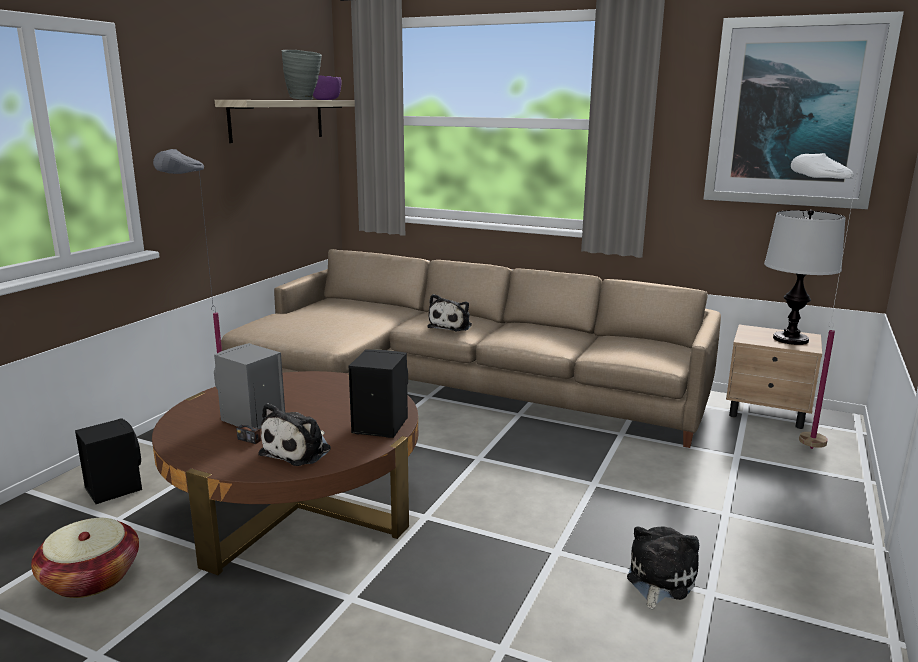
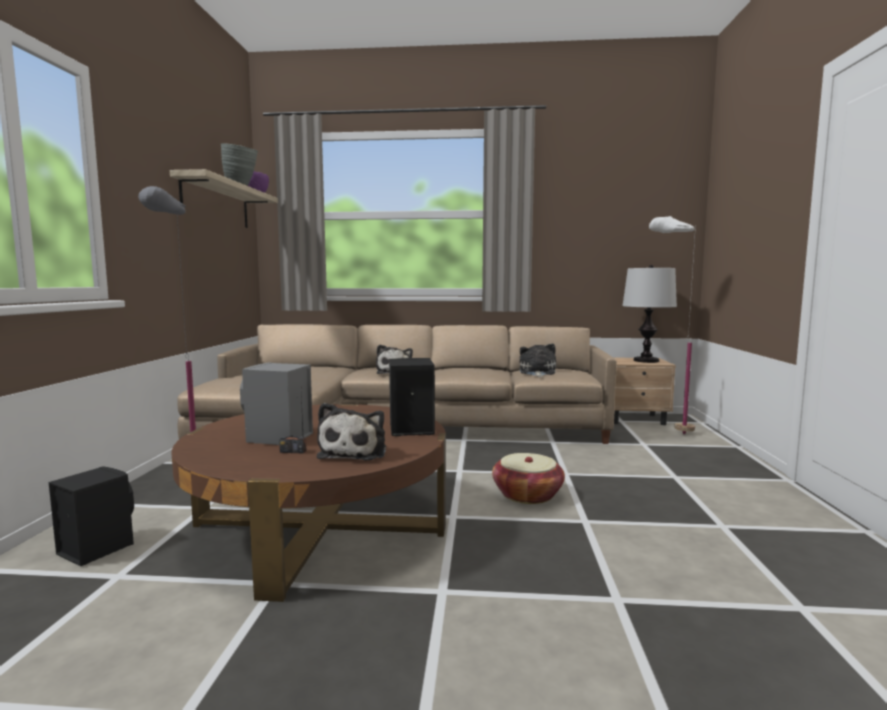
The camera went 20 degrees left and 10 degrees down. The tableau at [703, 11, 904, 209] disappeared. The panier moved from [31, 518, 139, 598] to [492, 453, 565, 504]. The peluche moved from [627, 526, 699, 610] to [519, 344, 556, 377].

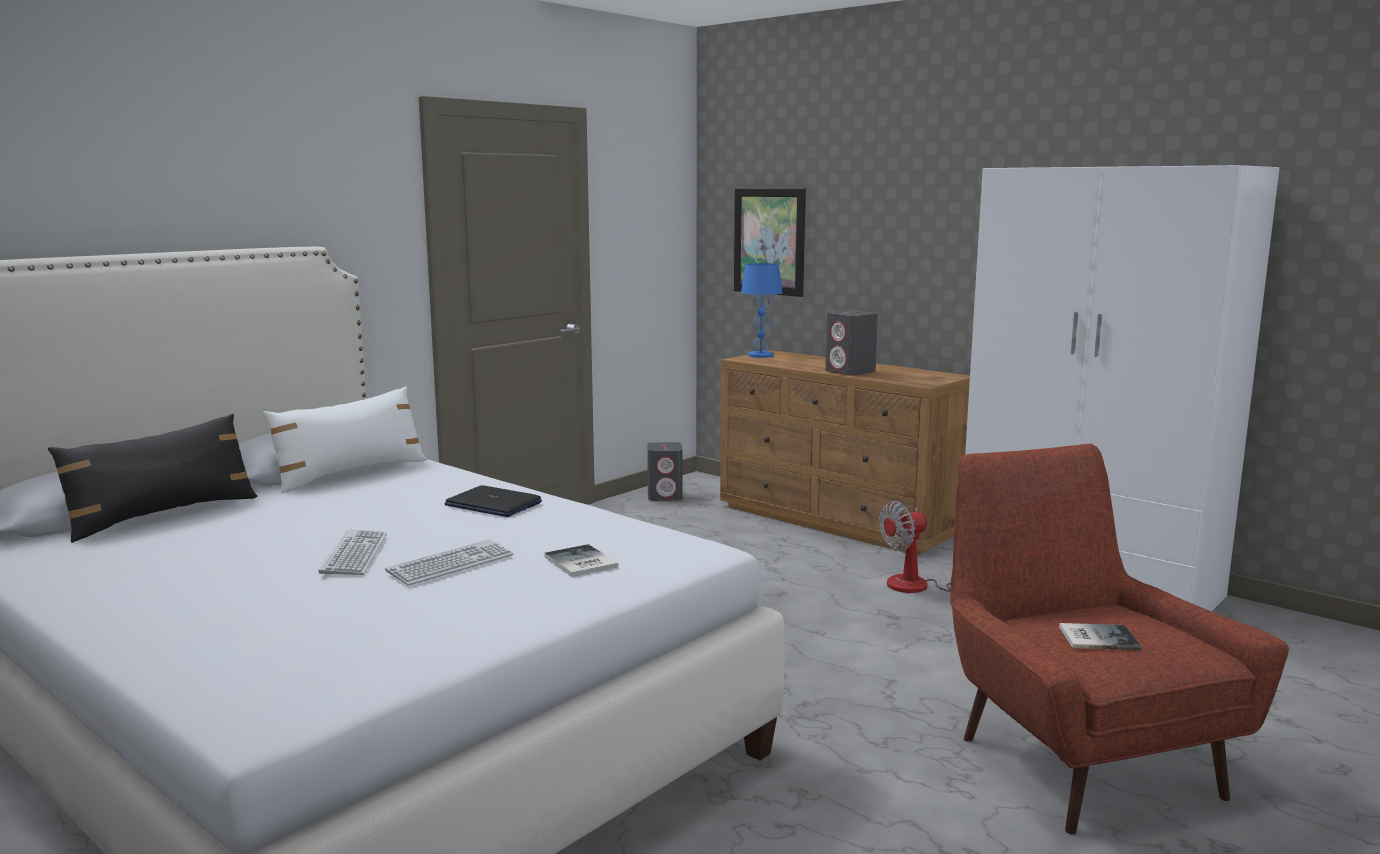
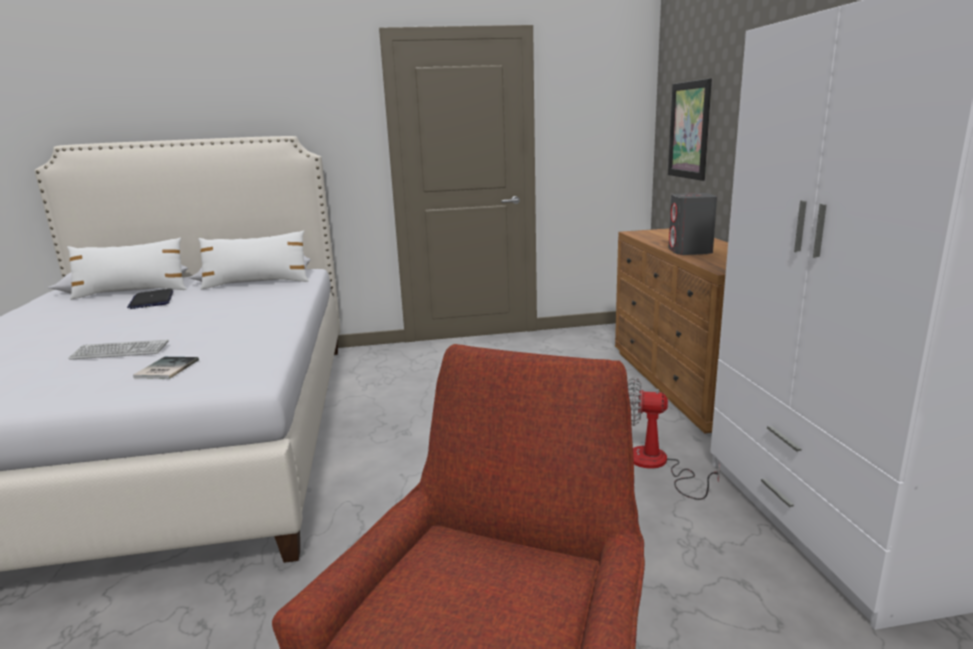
The camera went 40 degrees right and 5 degrees up. The clavier at [318, 530, 387, 575] disappeared. The enceinte/gris at [647, 442, 683, 501] disappeared. The lampe de table/bleu at [741, 263, 782, 358] disappeared. The livre at [1059, 623, 1141, 650] disappeared. The ordinateur portable moved from [444, 485, 542, 517] to [127, 289, 173, 309]. The coussin/noir at [48, 413, 258, 543] became the coussin/blanc at [67, 237, 187, 300].

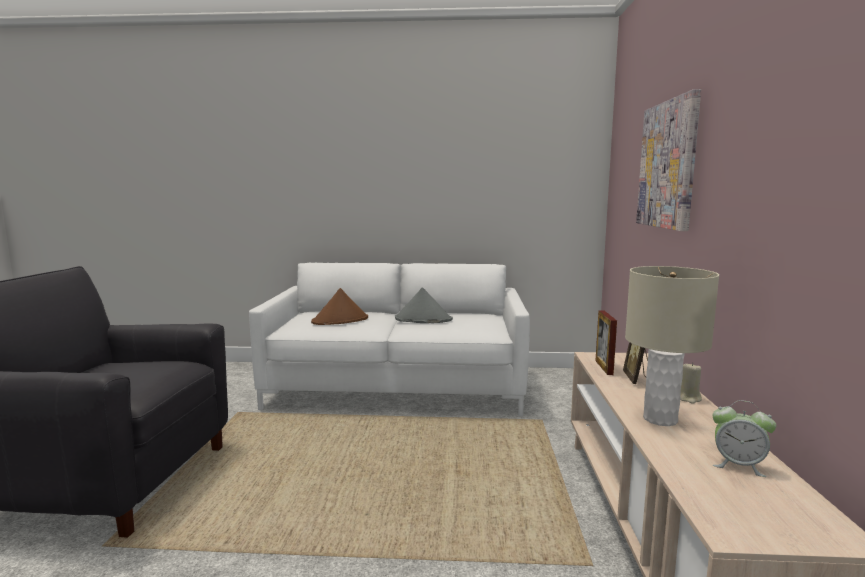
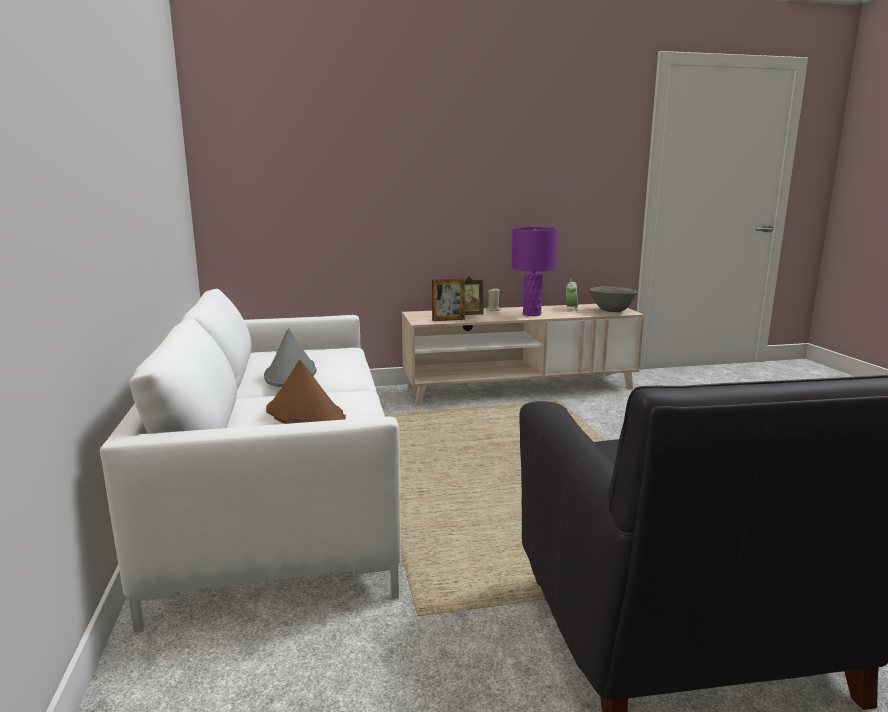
The camera went 105 degrees left and 5 degrees up. The tableau at [636, 89, 701, 231] disappeared. The bol/gris at [590, 286, 638, 312] appeared. The lampe de table/beige at [625, 266, 719, 426] became the lampe de table/violet at [511, 227, 558, 316].

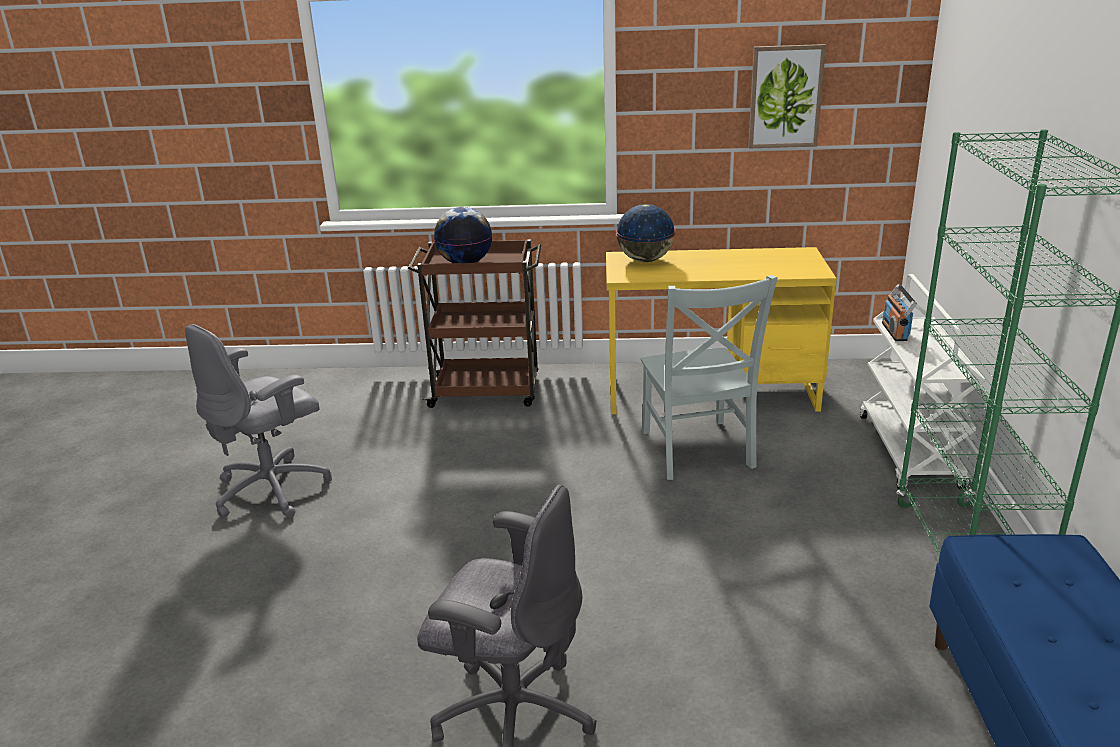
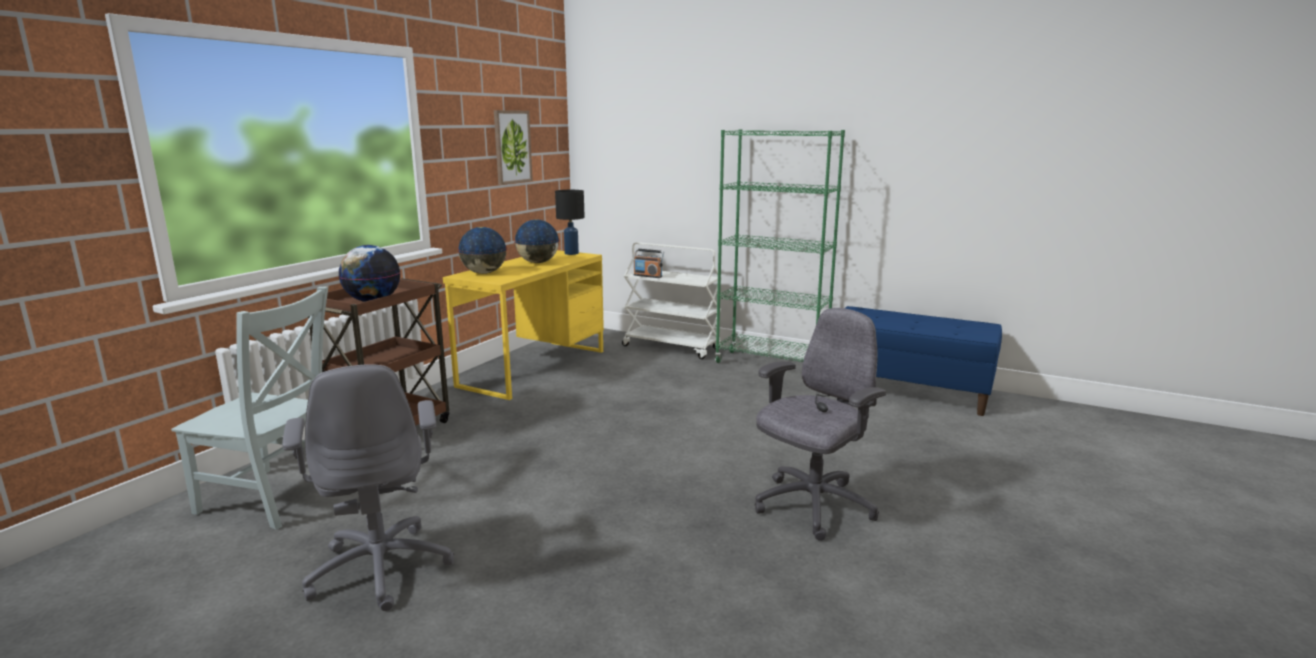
The camera went 65 degrees left and 10 degrees down. The globe at [514, 220, 560, 263] appeared. The lampe de table/noir at [555, 190, 585, 255] appeared. The chaise/gris moved from [641, 275, 778, 480] to [171, 287, 328, 530].

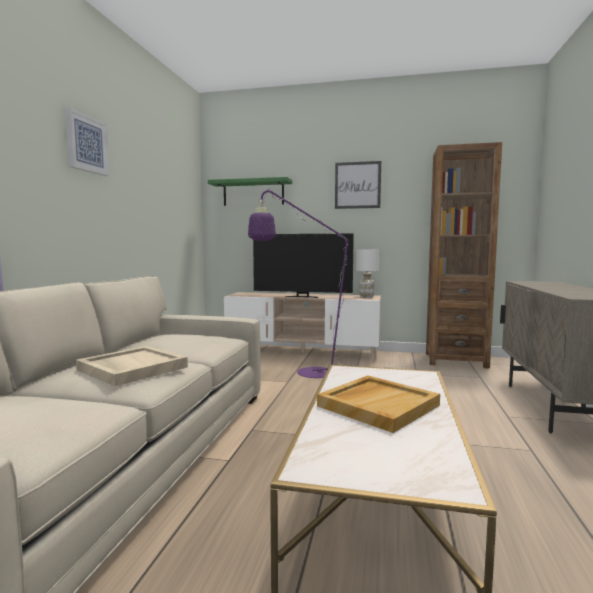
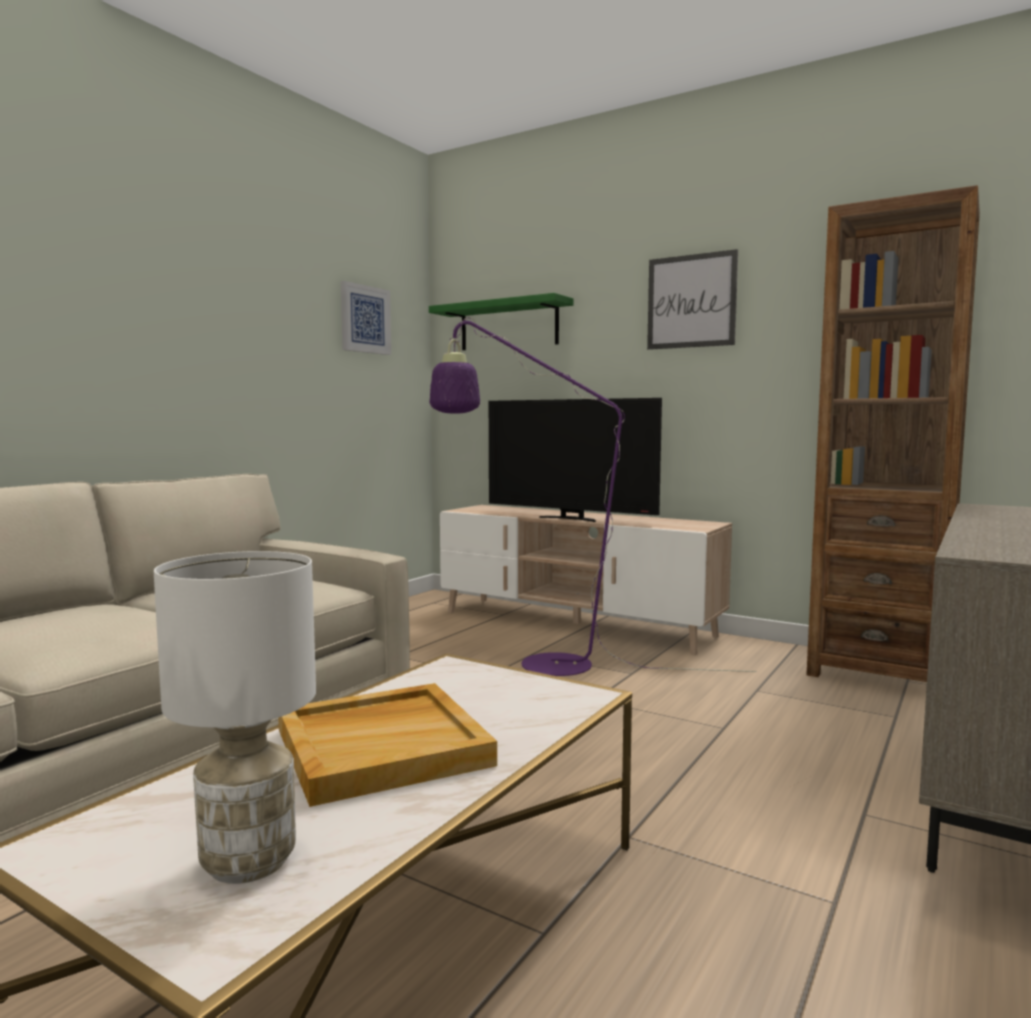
The camera went 20 degrees right and 0 degrees up. The plateau/beige at [76, 346, 188, 386] disappeared. The tableau moved from [65, 107, 109, 176] to [341, 281, 391, 355]. The lampe de table/blanc moved from [356, 249, 379, 298] to [154, 551, 316, 884].

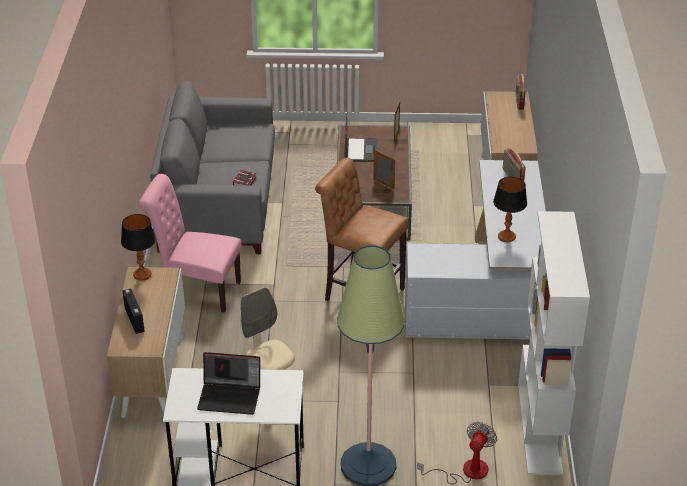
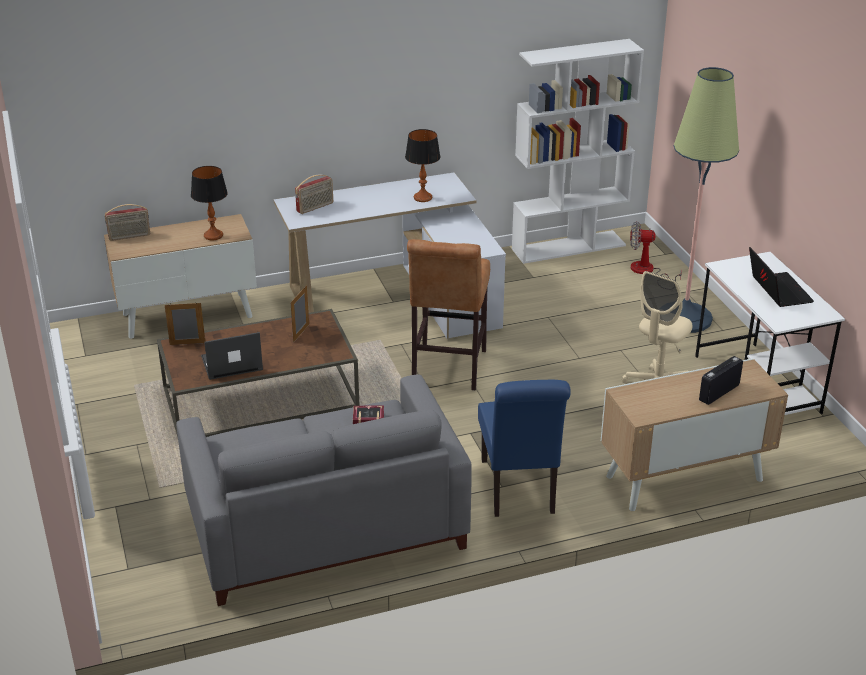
The camera went 110 degrees left and 5 degrees down. The lampe de table moved from [121, 214, 156, 281] to [191, 166, 228, 240]. The chaise/rose at [138, 174, 241, 313] became the chaise/bleu at [478, 380, 571, 517].

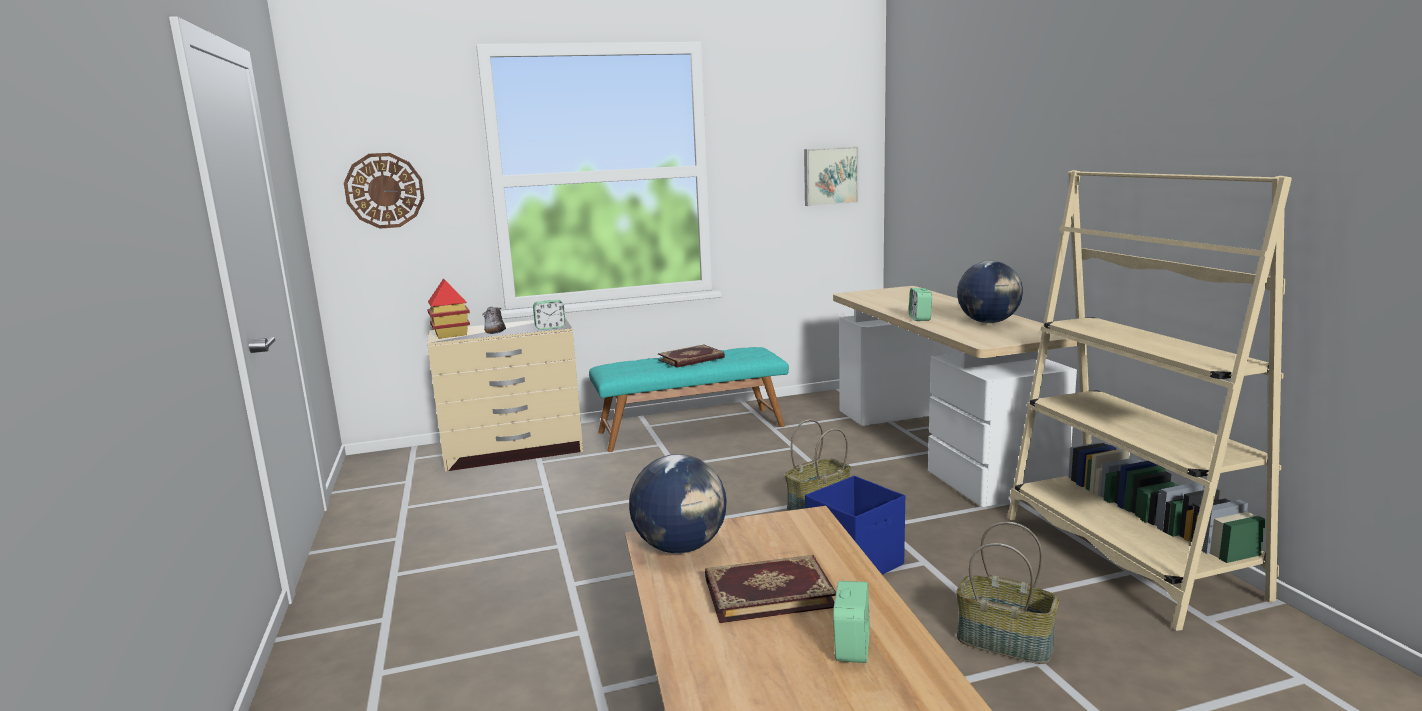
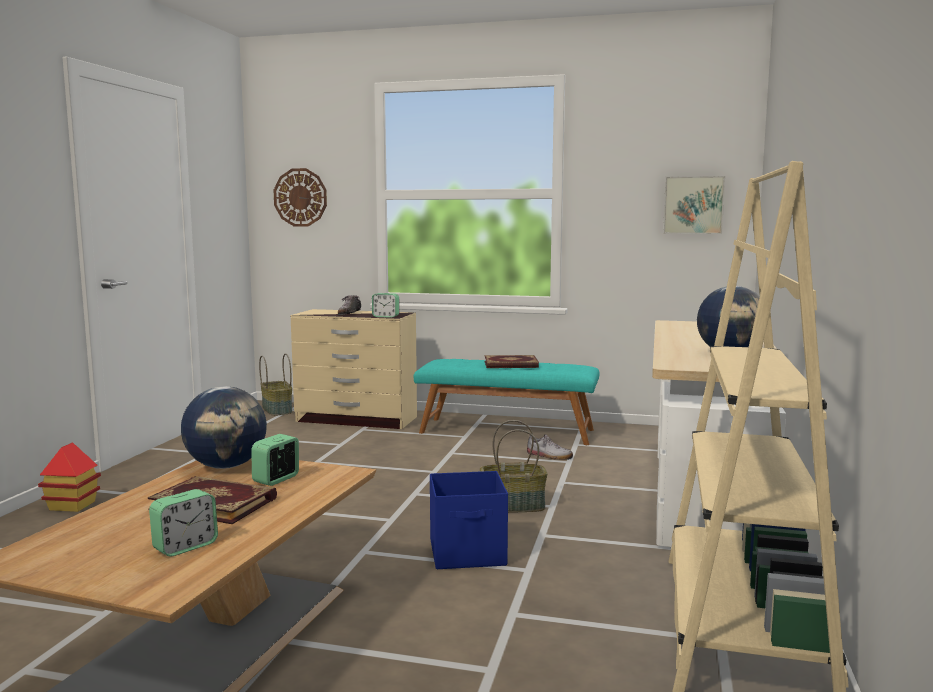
The camera went 30 degrees right and 5 degrees down. The chaussure at [527, 434, 573, 460] appeared. The maison miniature moved from [427, 278, 470, 339] to [38, 442, 101, 512]. The réveil moved from [909, 288, 932, 321] to [251, 434, 299, 486]. The panier moved from [956, 522, 1060, 664] to [259, 353, 292, 416].

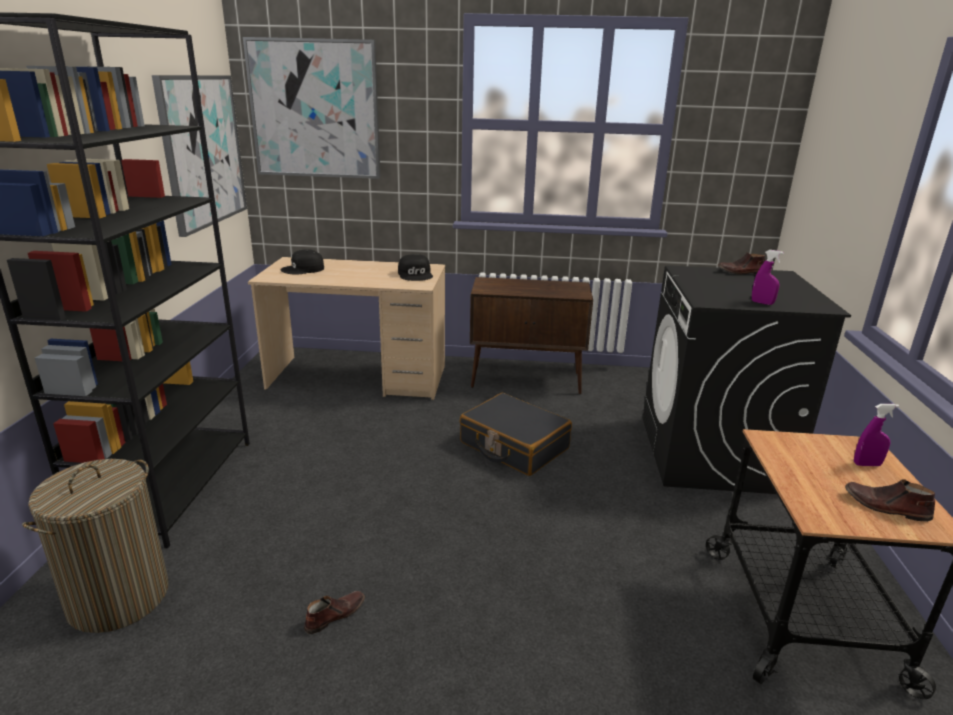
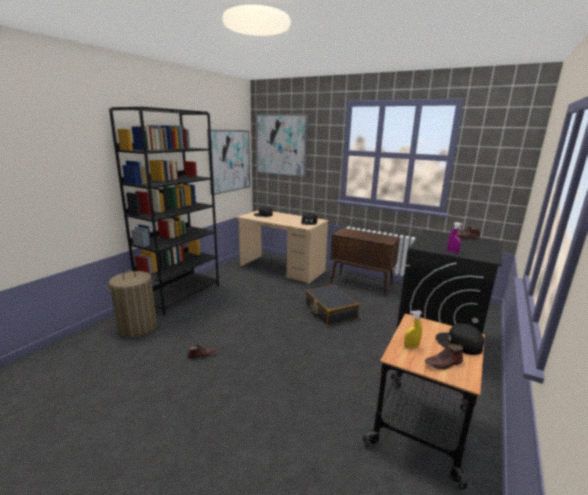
The camera went 25 degrees right and 5 degrees down. The vaporisateur/jaune at [404, 310, 422, 348] appeared. The vaporisateur/violet at [854, 404, 899, 466] was replaced by the casquette/noir at [436, 324, 484, 355]. The chaussure/marron at [845, 479, 935, 522] turned 75 degrees counterclockwise.

